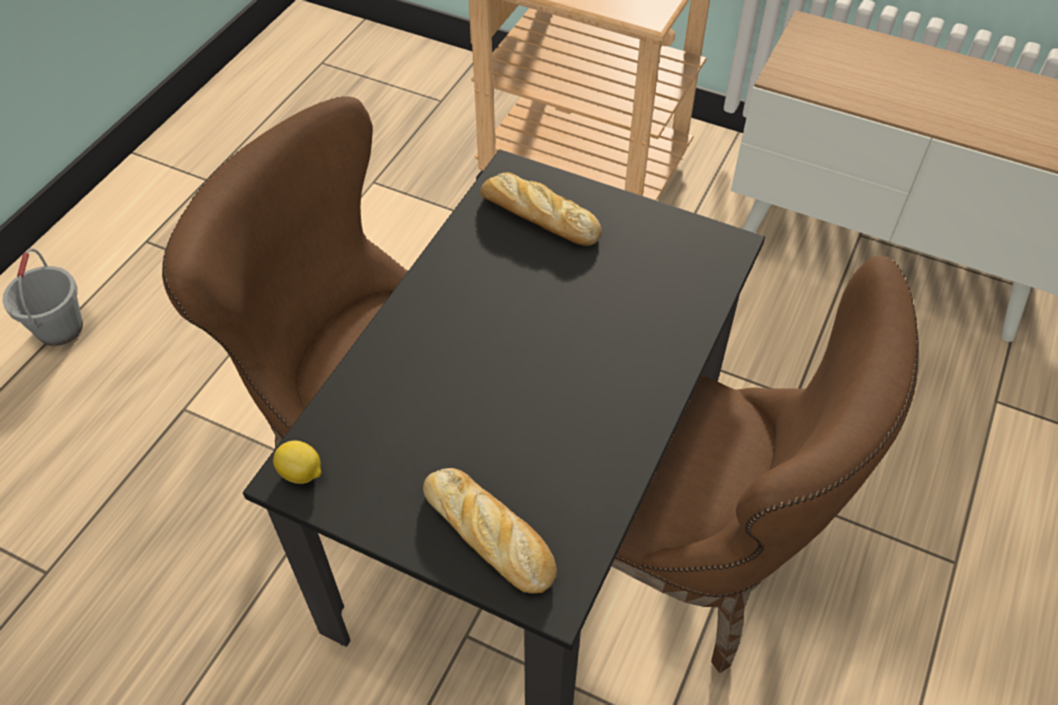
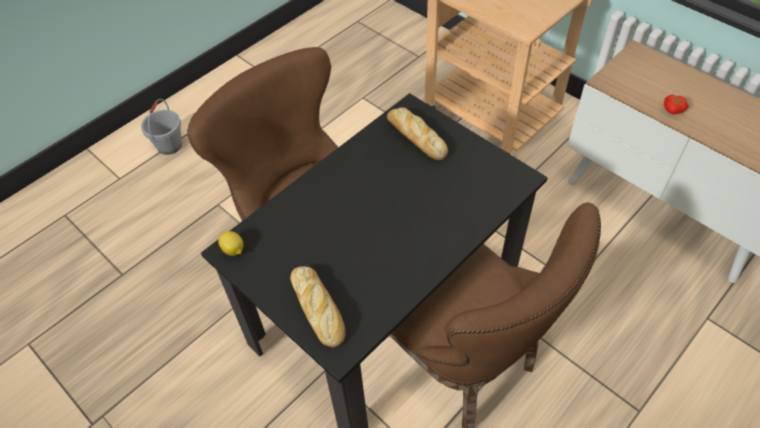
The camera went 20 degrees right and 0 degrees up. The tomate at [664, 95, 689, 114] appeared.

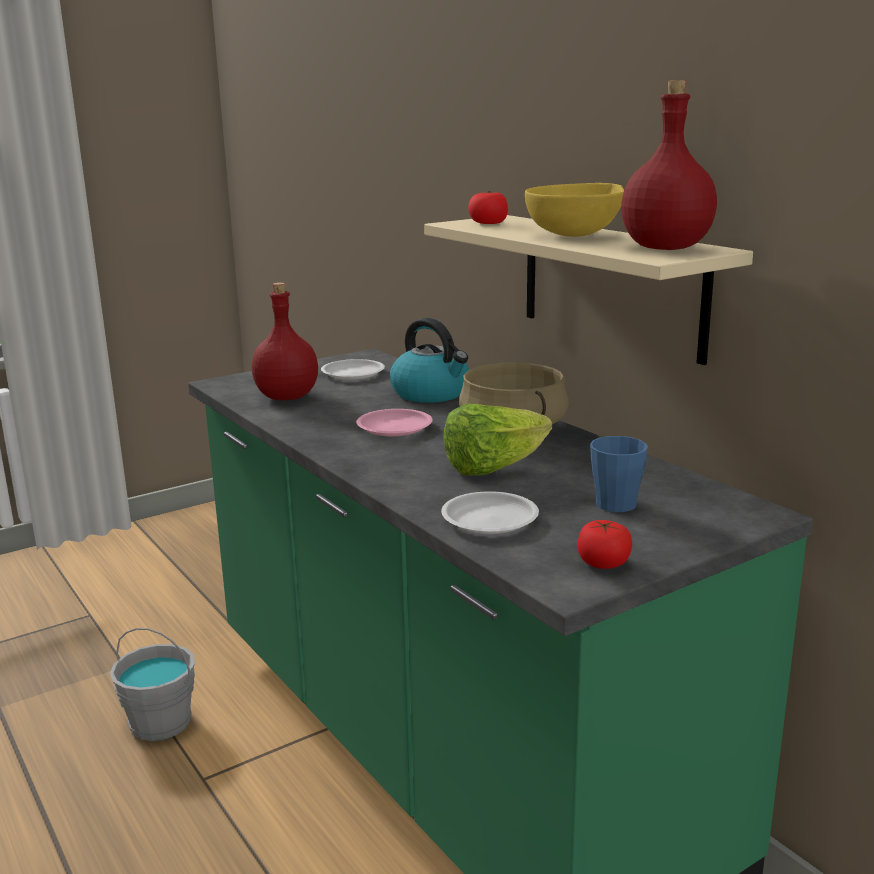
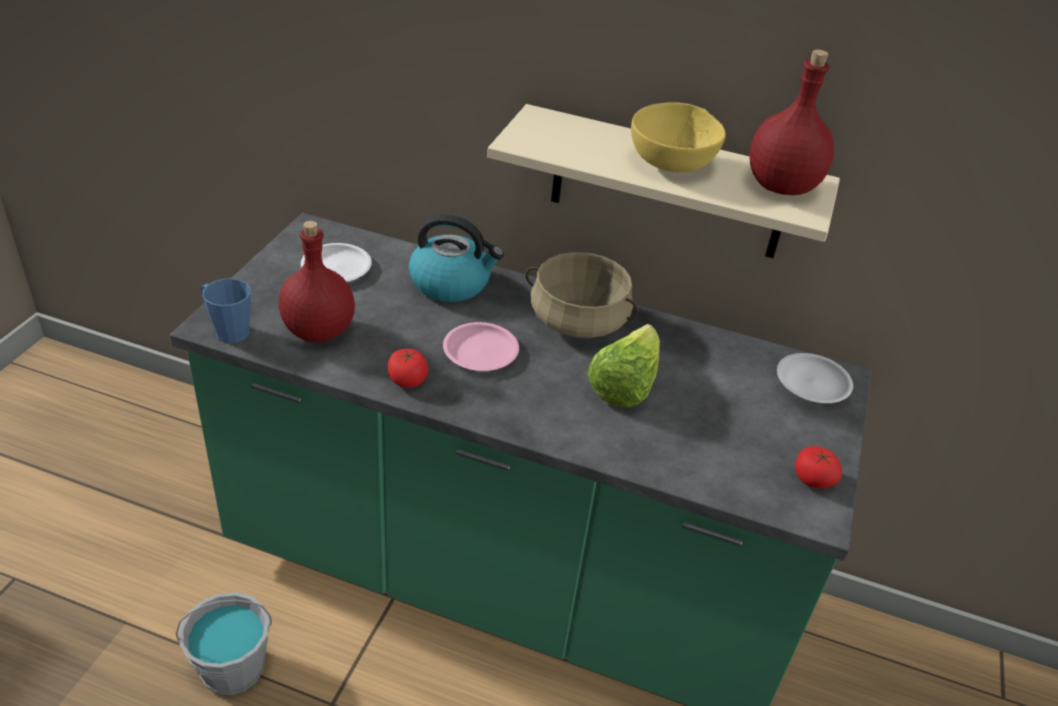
The camera went 40 degrees left and 20 degrees up. The assiette/blanc moved from [441, 491, 539, 534] to [777, 353, 853, 403]. The tomate moved from [468, 191, 508, 224] to [388, 349, 428, 388]. The mug/bleu moved from [590, 436, 648, 512] to [200, 278, 251, 343].

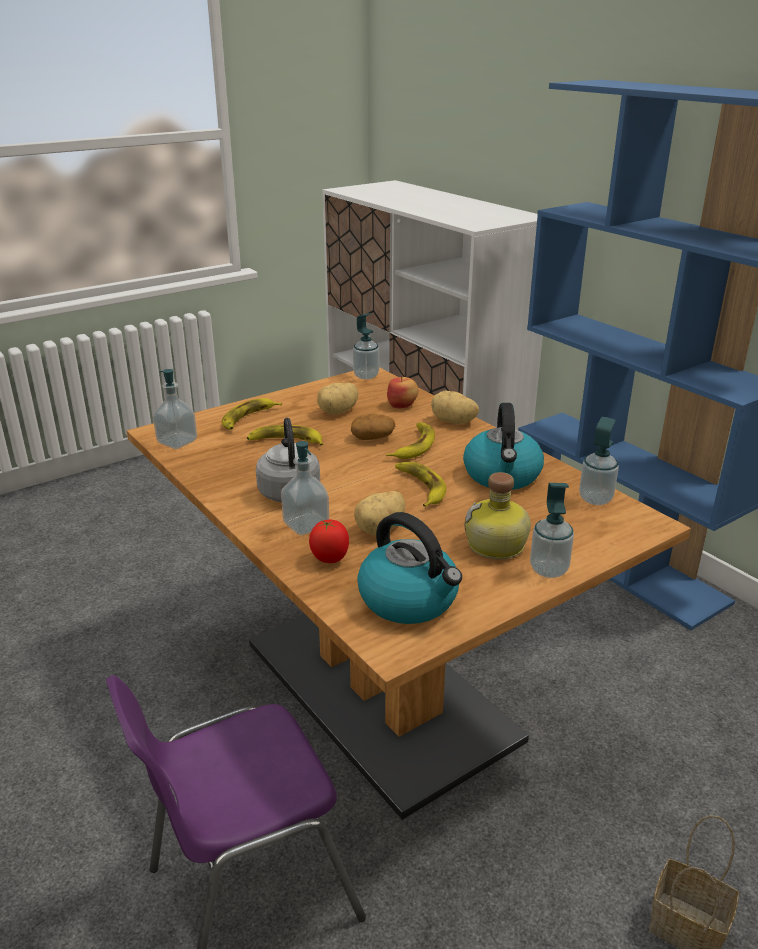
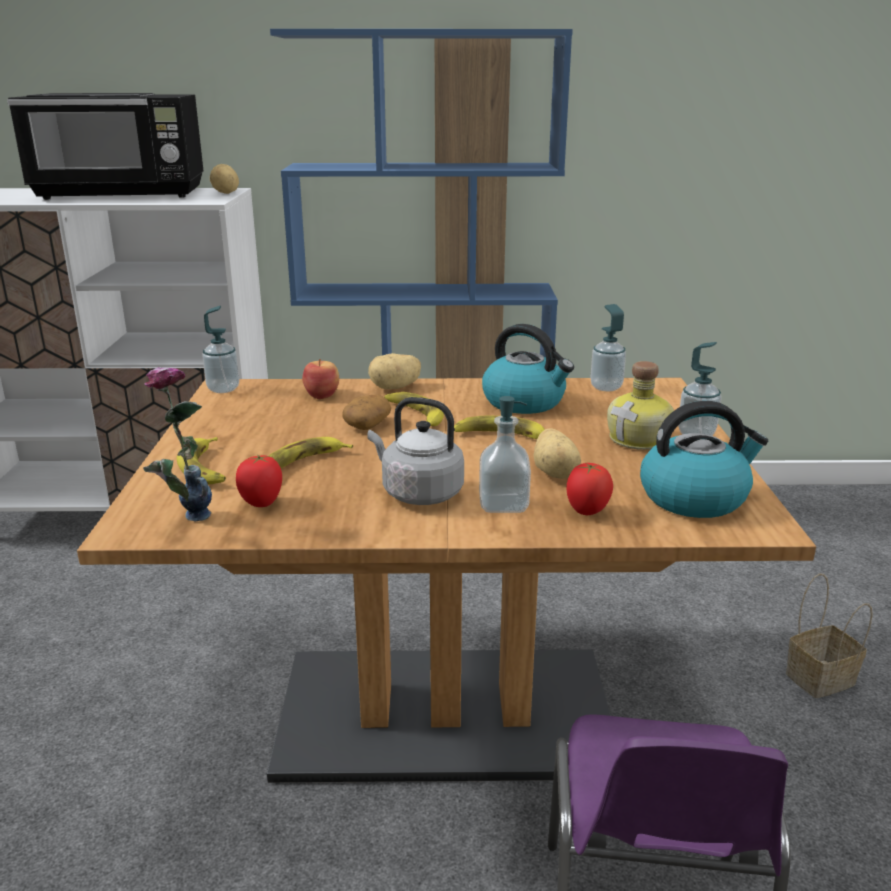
The camera went 55 degrees left and 5 degrees down. The micro-ondes/noir at [7, 93, 203, 200] appeared. The tomate at [236, 455, 282, 507] appeared. The pomme de terre moved from [317, 382, 358, 415] to [210, 164, 239, 194]. The distributeur de savon at [153, 369, 197, 449] was replaced by the vase at [143, 367, 212, 522].

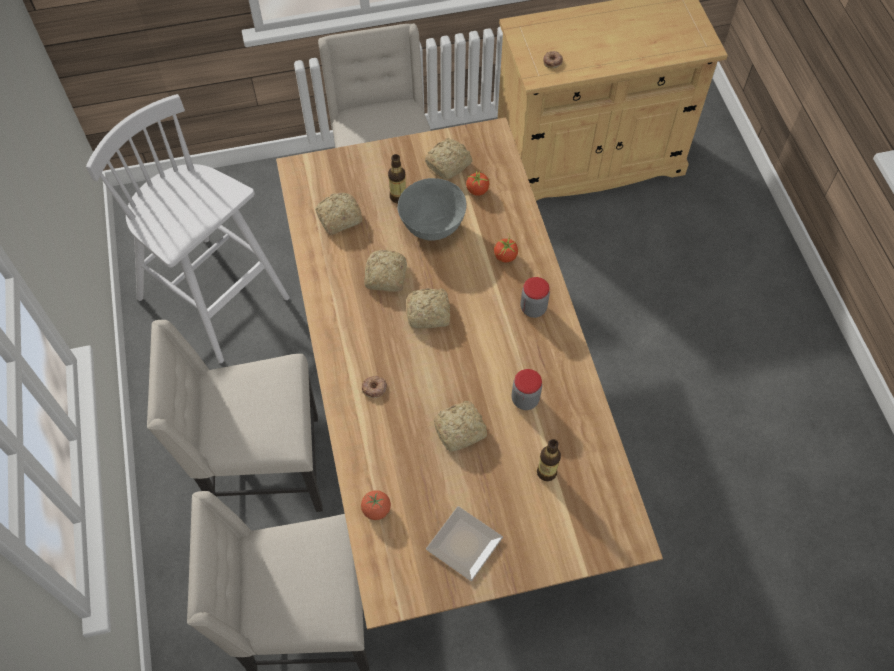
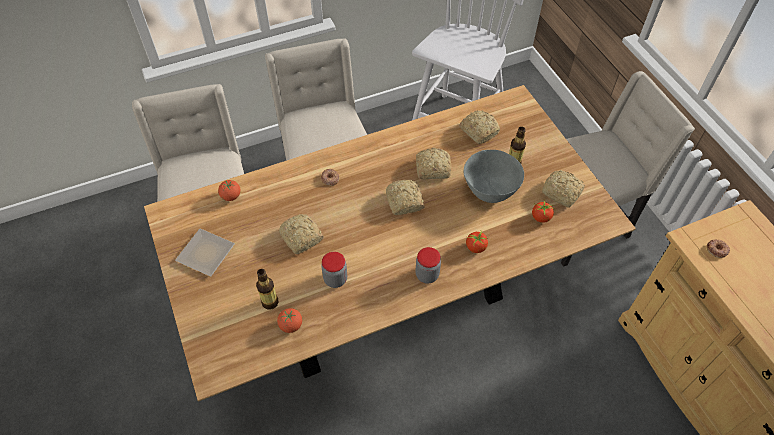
The camera went 80 degrees right and 5 degrees down. The tomate at [277, 308, 302, 333] appeared.

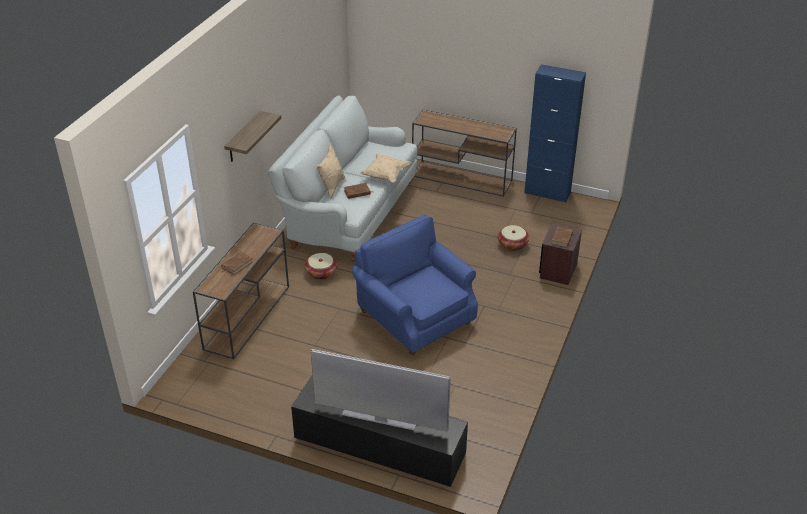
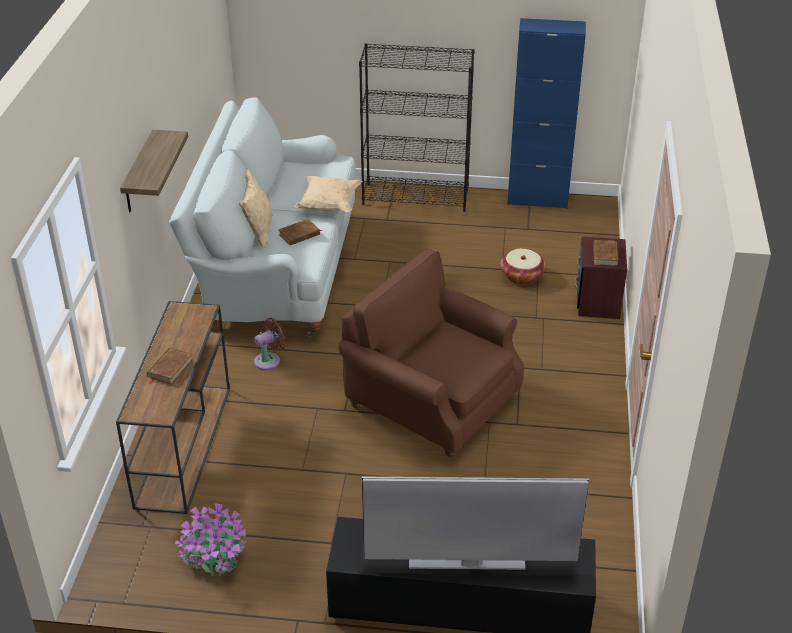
The camera went 15 degrees left and 0 degrees up. The plante en pot at [175, 503, 246, 576] appeared. The panier at [304, 253, 337, 280] was replaced by the ventilateur/marron at [254, 318, 287, 370]. The table console/marron at [412, 110, 517, 197] was replaced by the bibliothèque/noir at [359, 43, 475, 212]. The fauteuil/bleu at [352, 215, 478, 355] became the fauteuil/marron at [339, 249, 524, 457].

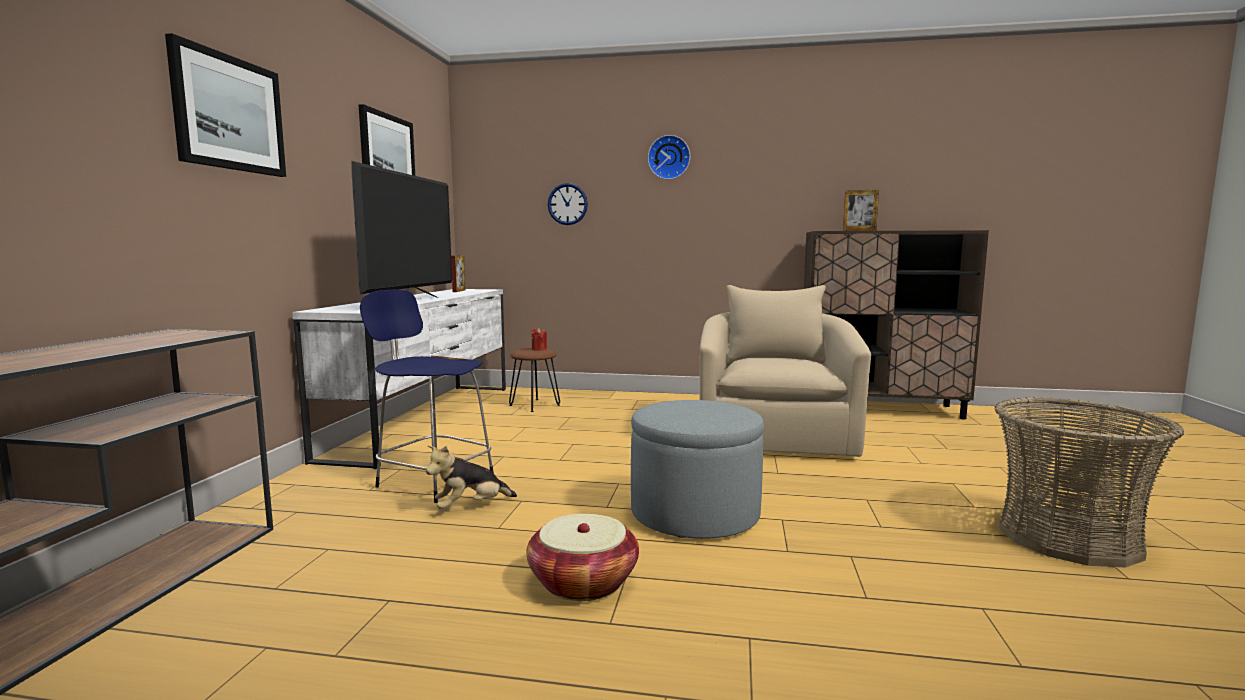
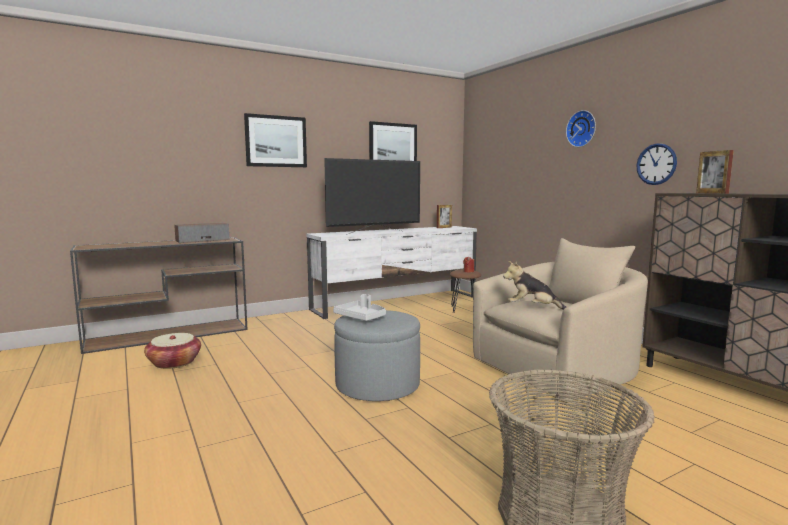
The camera went 50 degrees right and 0 degrees up. The tabouret/bleu at [360, 289, 494, 503] disappeared. The enceinte at [174, 223, 229, 243] appeared. The plateau/gris at [333, 294, 386, 321] appeared. The peluche moved from [426, 445, 517, 509] to [503, 261, 566, 310]. The panier moved from [526, 514, 639, 601] to [144, 333, 201, 369]. The horloge murale moved from [548, 183, 588, 225] to [636, 143, 677, 185].

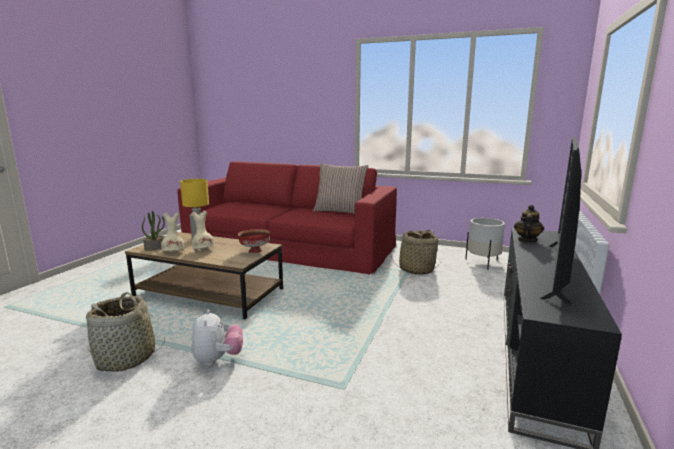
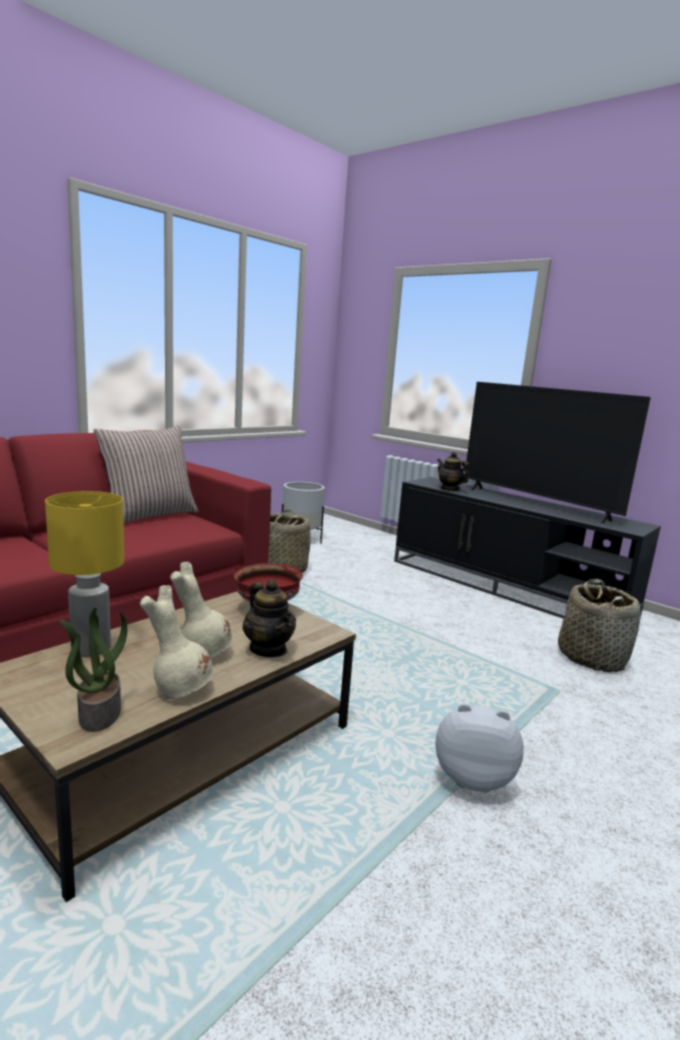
The camera went 70 degrees left and 0 degrees up. The théière at [242, 580, 296, 658] appeared. The panier moved from [85, 292, 165, 372] to [558, 579, 641, 672].

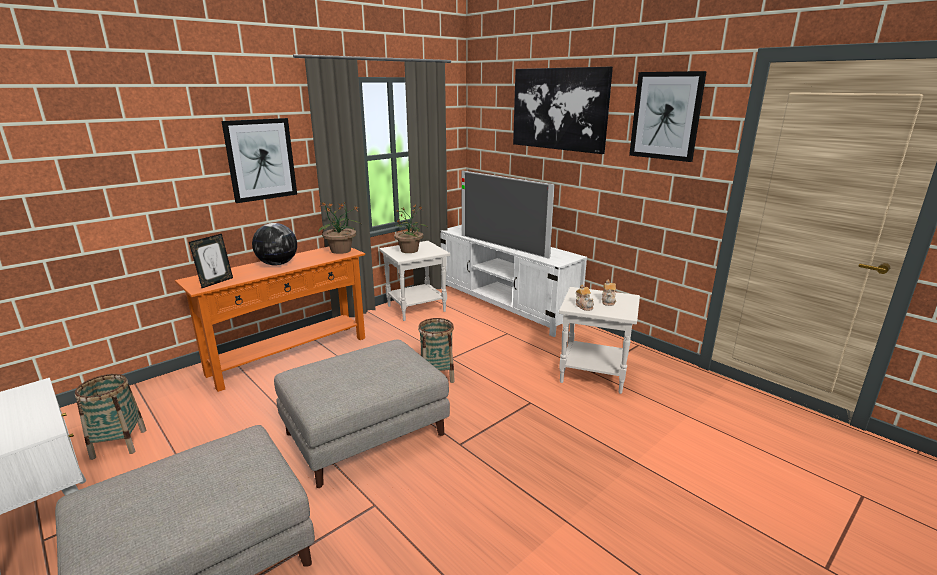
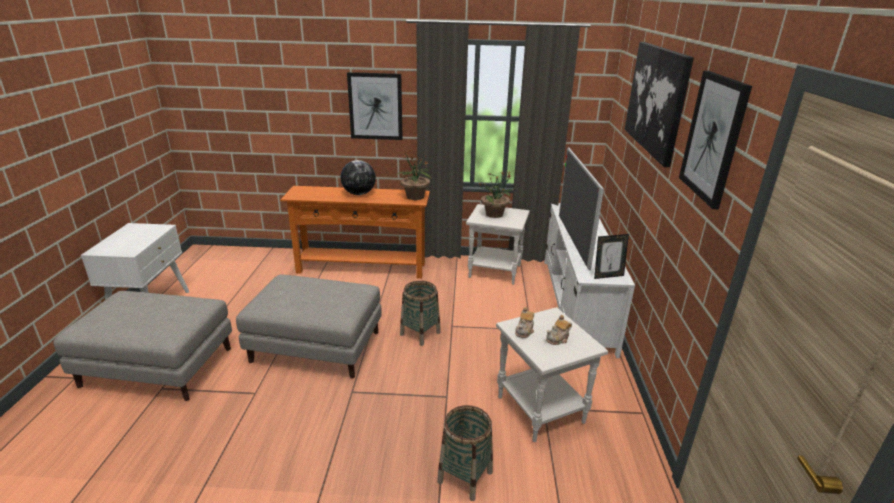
The camera went 45 degrees right and 5 degrees up. The panier moved from [75, 374, 147, 460] to [437, 405, 493, 501]. The cadre photo moved from [189, 234, 233, 288] to [594, 234, 629, 279].

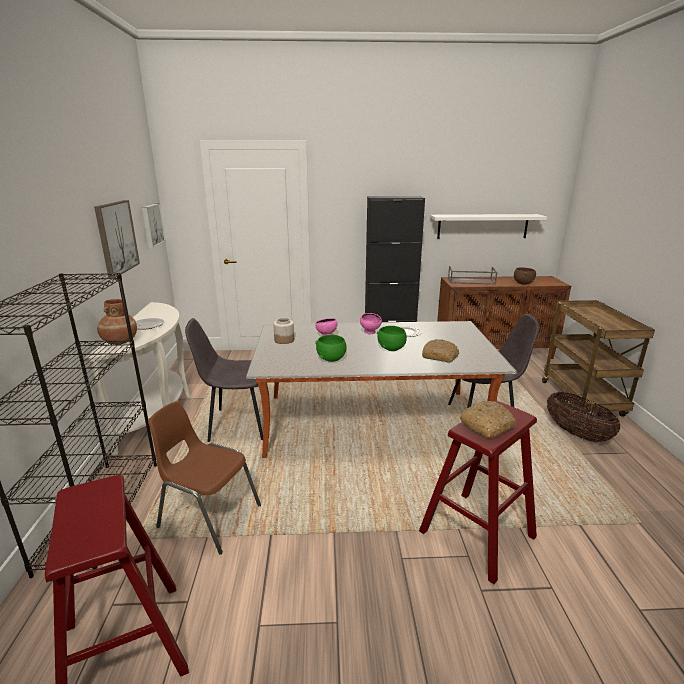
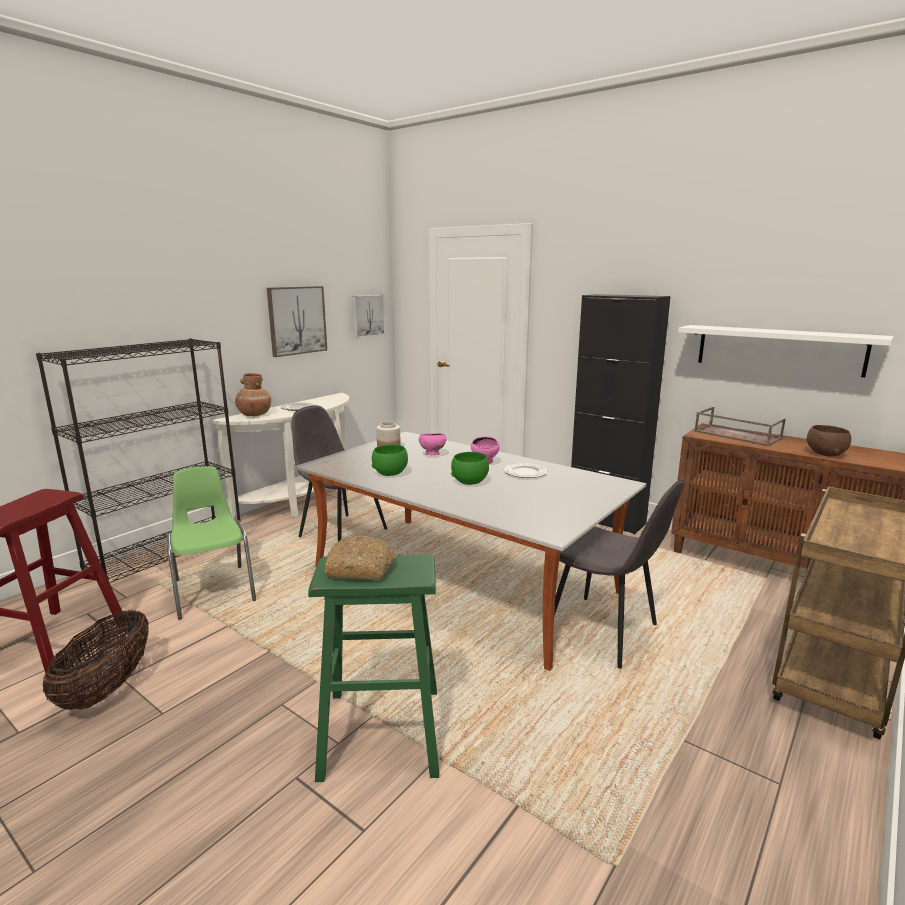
The camera went 40 degrees right and 5 degrees down. The pain at [422, 339, 459, 363] disappeared. The panier moved from [547, 392, 620, 443] to [43, 609, 149, 710]. The chaise/marron at [148, 401, 261, 555] became the chaise/vert at [166, 466, 256, 619]. The tabouret/rouge at [419, 401, 537, 584] became the tabouret/vert at [308, 555, 439, 782].

